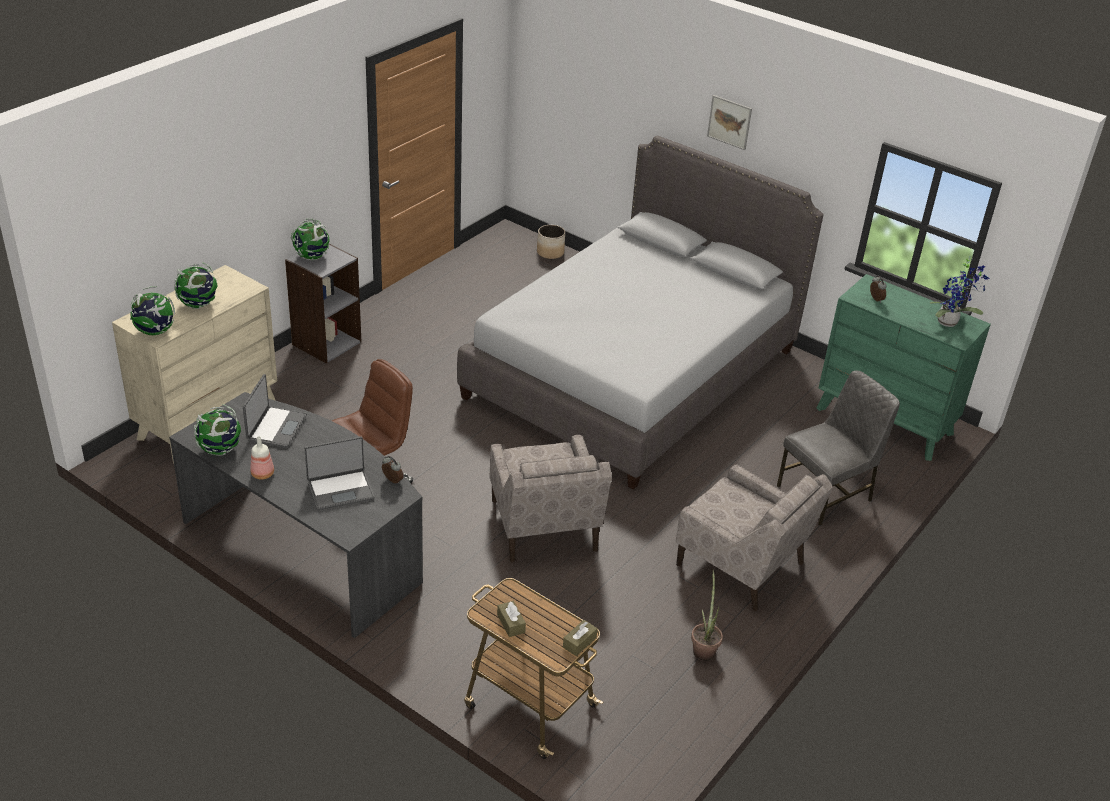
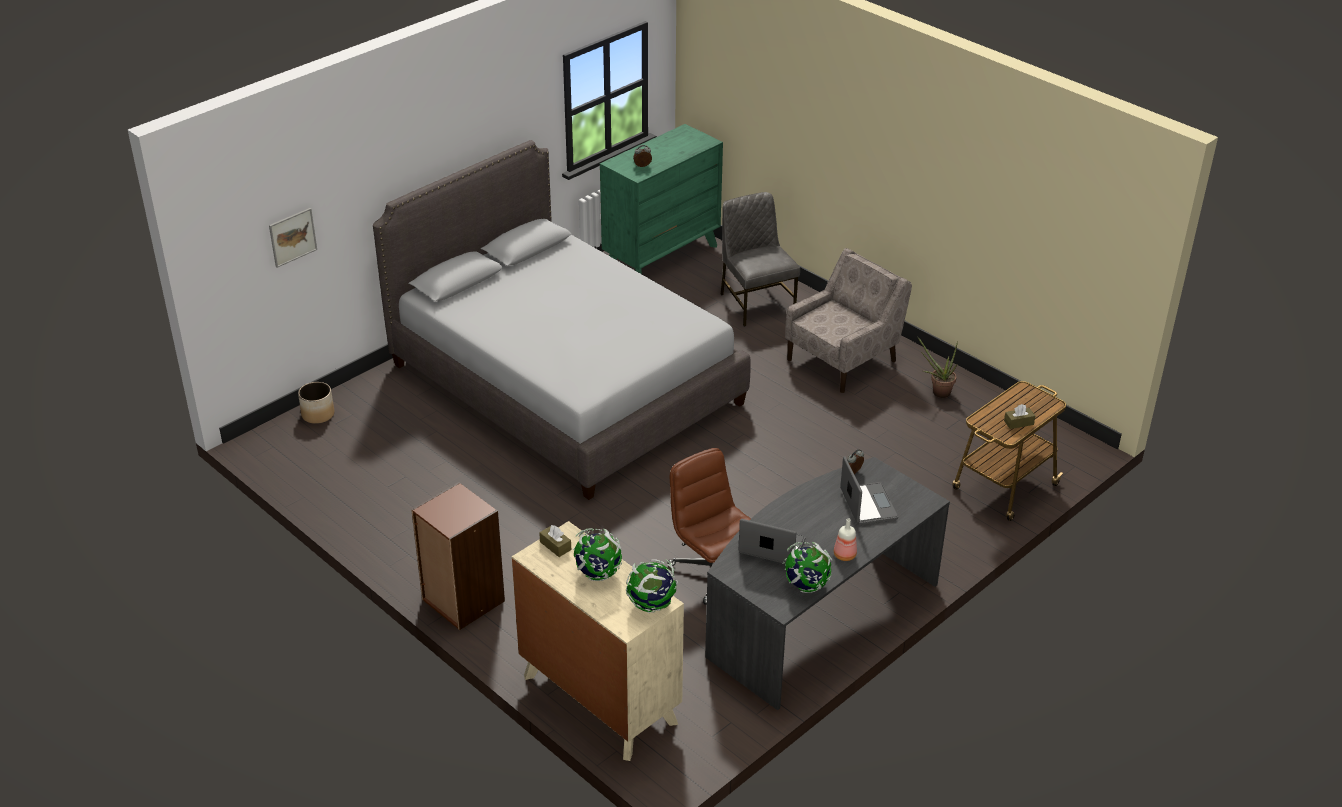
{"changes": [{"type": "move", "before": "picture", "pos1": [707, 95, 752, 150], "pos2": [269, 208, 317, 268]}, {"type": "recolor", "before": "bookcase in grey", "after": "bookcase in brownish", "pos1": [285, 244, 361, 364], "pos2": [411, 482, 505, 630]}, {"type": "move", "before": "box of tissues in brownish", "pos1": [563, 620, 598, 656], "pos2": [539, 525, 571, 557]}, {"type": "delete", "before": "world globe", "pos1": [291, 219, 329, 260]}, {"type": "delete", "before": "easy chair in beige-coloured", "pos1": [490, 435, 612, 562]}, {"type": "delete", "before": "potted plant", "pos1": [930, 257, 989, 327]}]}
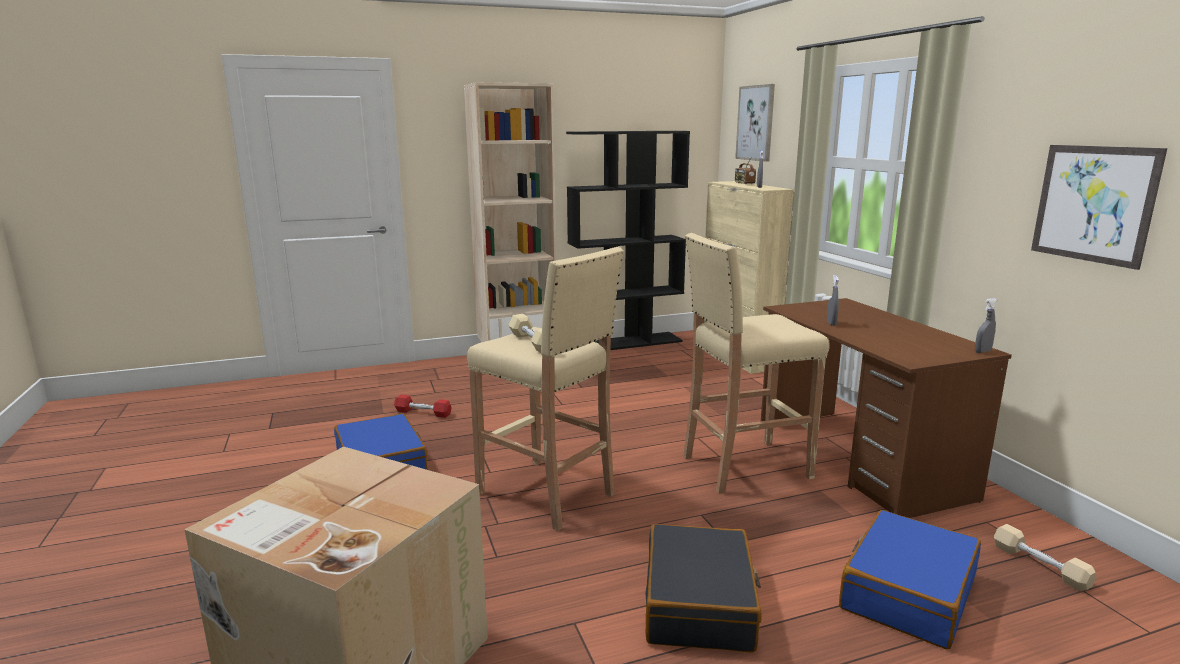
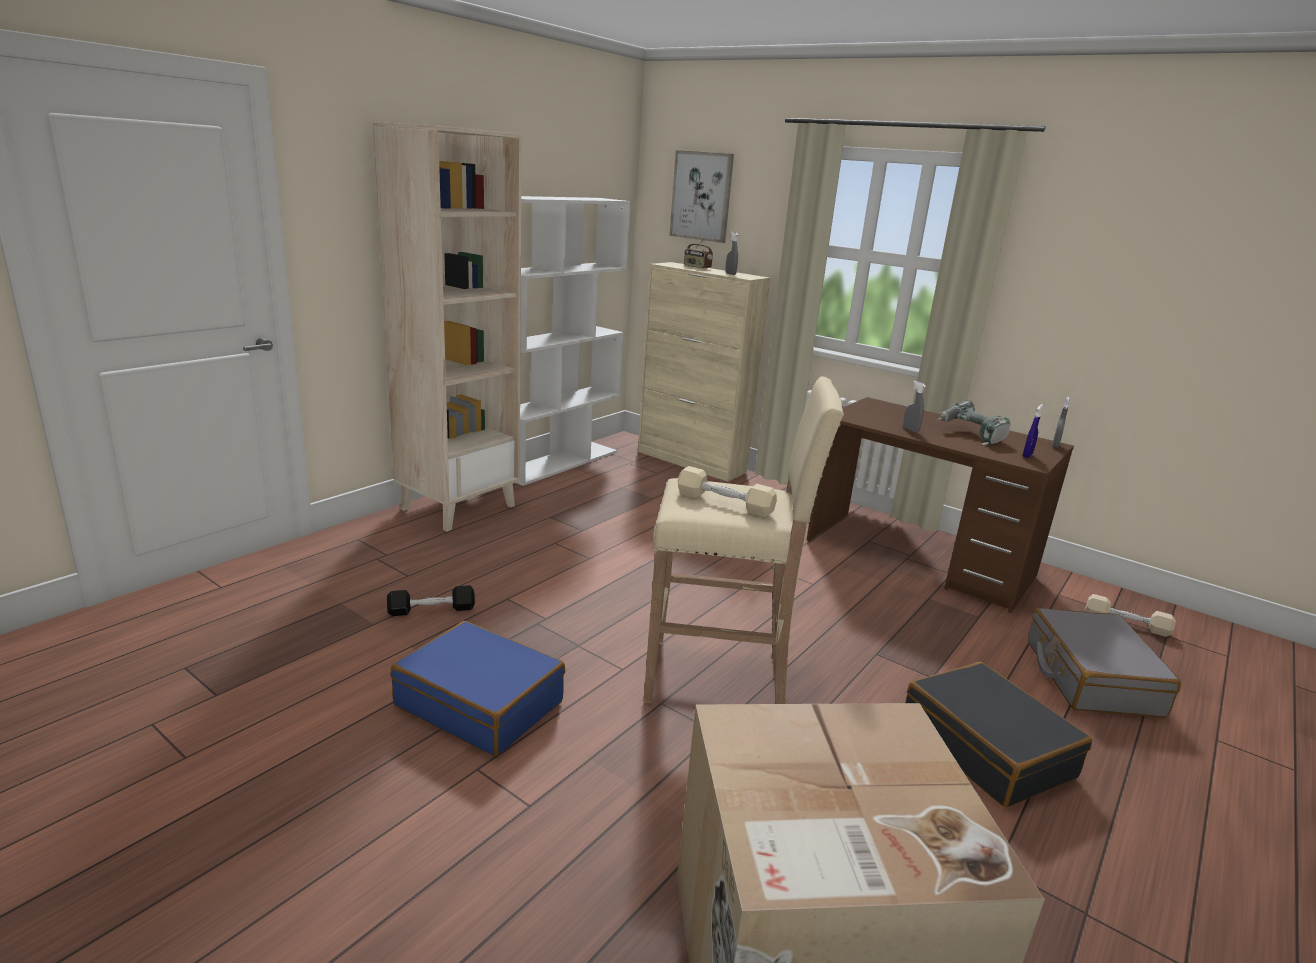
{"changes": [{"type": "recolor", "before": "hand weight in red", "after": "hand weight in blackish", "pos1": [394, 394, 452, 418], "pos2": [387, 585, 475, 616]}, {"type": "recolor", "before": "bookcase in blackish", "after": "bookcase in white", "pos1": [566, 131, 690, 350], "pos2": [515, 196, 631, 486]}, {"type": "insert", "after": "electric drill", "pos2": [935, 401, 1010, 446]}, {"type": "insert", "after": "spray bottle in blue-coloured", "pos2": [1023, 404, 1043, 458]}, {"type": "recolor", "before": "travel case in blue-coloured", "after": "travel case in grey", "pos1": [839, 510, 981, 649], "pos2": [1028, 608, 1181, 718]}, {"type": "delete", "before": "stool in beige-coloured", "pos1": [683, 233, 830, 494]}, {"type": "delete", "before": "picture", "pos1": [1031, 145, 1167, 270]}]}
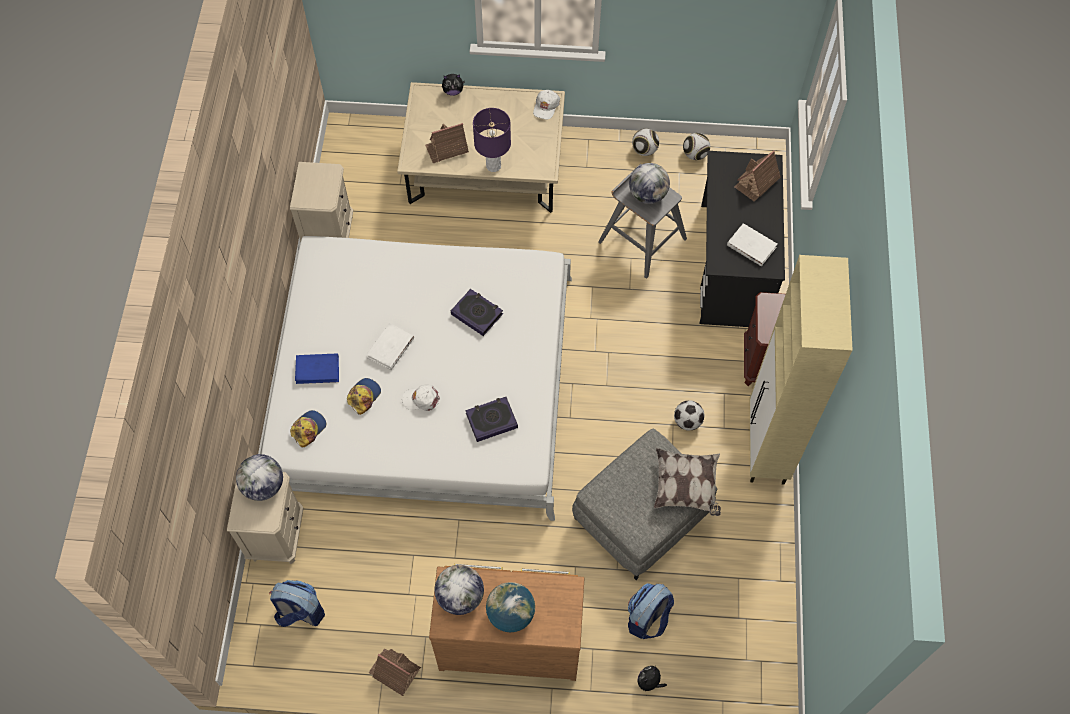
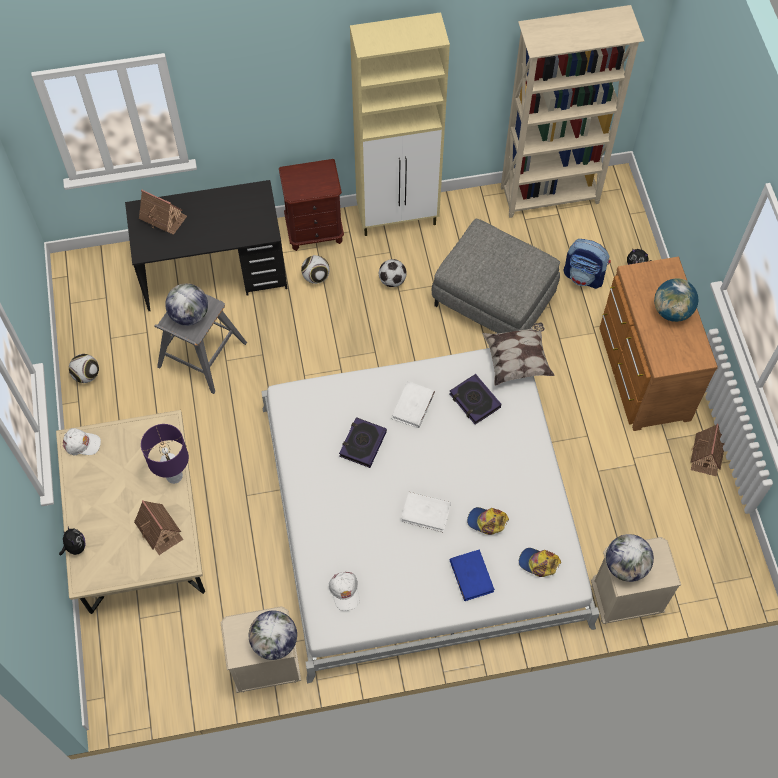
{"changes": [{"type": "move", "before": "world globe", "pos1": [434, 565, 484, 615], "pos2": [249, 611, 297, 660]}, {"type": "move", "before": "football ball", "pos1": [683, 133, 710, 160], "pos2": [301, 255, 330, 284]}, {"type": "move", "before": "cap in white", "pos1": [402, 385, 440, 411], "pos2": [329, 571, 360, 611]}, {"type": "move", "before": "bound book in white", "pos1": [727, 223, 777, 266], "pos2": [391, 381, 435, 428]}, {"type": "move", "before": "pillow", "pos1": [654, 448, 721, 516], "pos2": [482, 323, 555, 386]}, {"type": "insert", "after": "bookcase in beige-coloured", "pos2": [501, 5, 644, 218]}, {"type": "delete", "before": "rucksack", "pos1": [269, 580, 325, 627]}]}
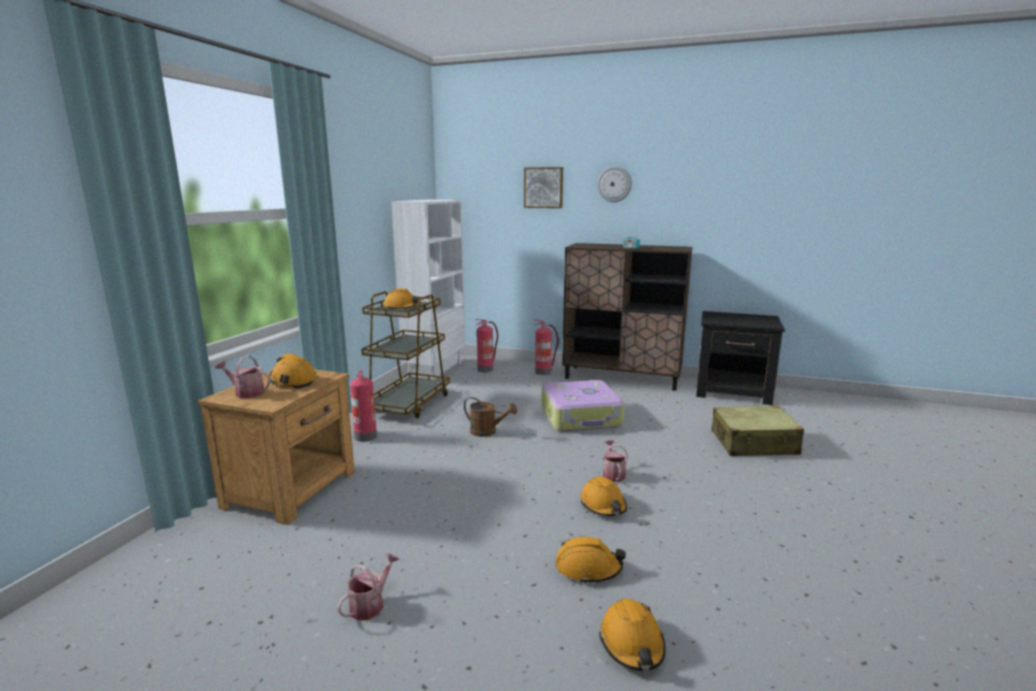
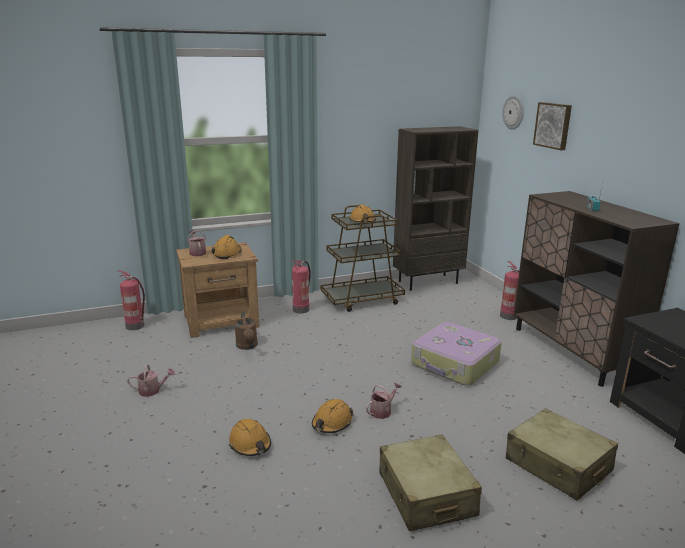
{"changes": [{"type": "move", "before": "extinguisher", "pos1": [475, 319, 498, 372], "pos2": [118, 270, 145, 330]}, {"type": "move", "before": "watering can in brownish", "pos1": [464, 397, 517, 437], "pos2": [234, 312, 258, 350]}, {"type": "insert", "after": "travel case in beige-coloured", "pos2": [380, 435, 482, 531]}, {"type": "recolor", "before": "bookcase in white", "after": "bookcase in brownish", "pos1": [391, 200, 465, 380], "pos2": [393, 126, 478, 291]}, {"type": "move", "before": "wall clock", "pos1": [597, 166, 632, 202], "pos2": [502, 95, 524, 130]}, {"type": "delete", "before": "safety helmet in orange", "pos1": [599, 599, 666, 671]}]}
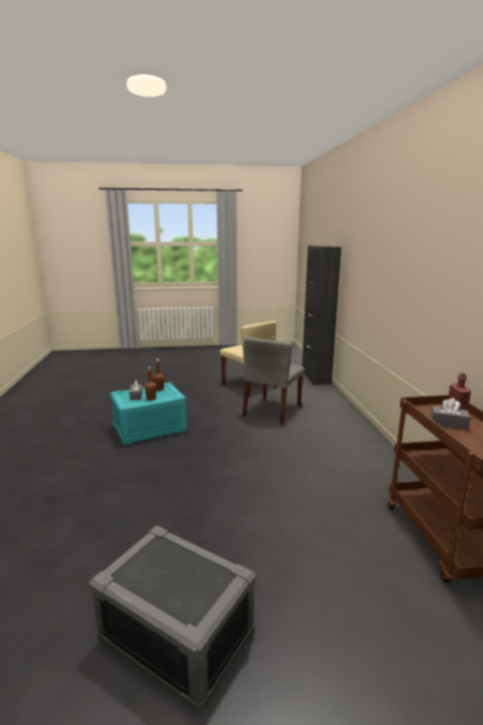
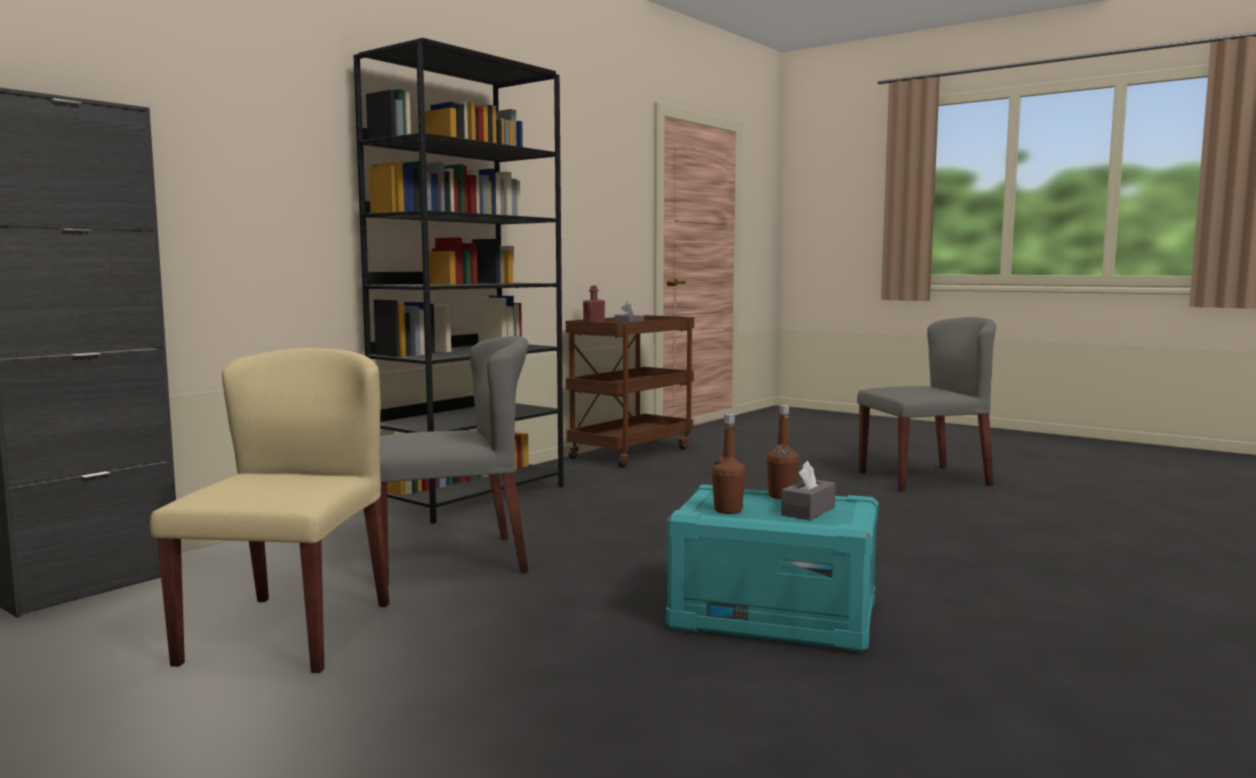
{"changes": [{"type": "insert", "after": "bookcase in blackish", "pos2": [354, 38, 564, 524]}, {"type": "replace", "before": "storage container in grey", "after": "upright chair in grey", "pos1": [90, 525, 255, 714], "pos2": [857, 317, 996, 491]}]}
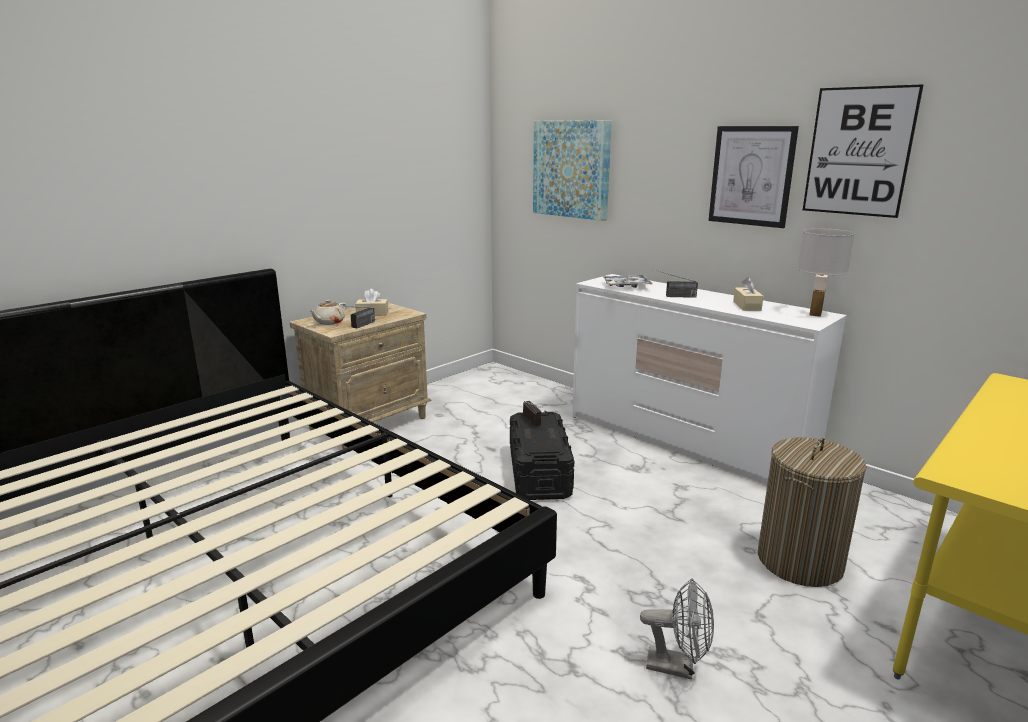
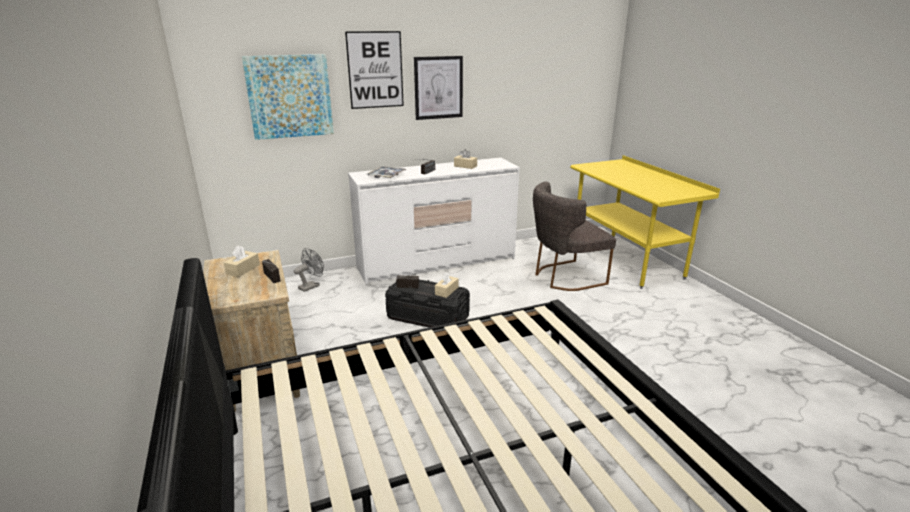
{"changes": [{"type": "move", "before": "fan in grey", "pos1": [640, 578, 714, 680], "pos2": [294, 248, 324, 292]}, {"type": "move", "before": "picture", "pos1": [803, 84, 923, 218], "pos2": [345, 31, 404, 109]}, {"type": "insert", "after": "box of tissues in beige-coloured", "pos2": [435, 272, 458, 298]}, {"type": "replace", "before": "laundry basket", "after": "upright chair in grey", "pos1": [758, 437, 867, 587], "pos2": [533, 182, 616, 291]}, {"type": "delete", "before": "teapot in beige-coloured", "pos1": [308, 300, 346, 325]}, {"type": "delete", "before": "lamp for a table in white", "pos1": [798, 228, 855, 317]}]}
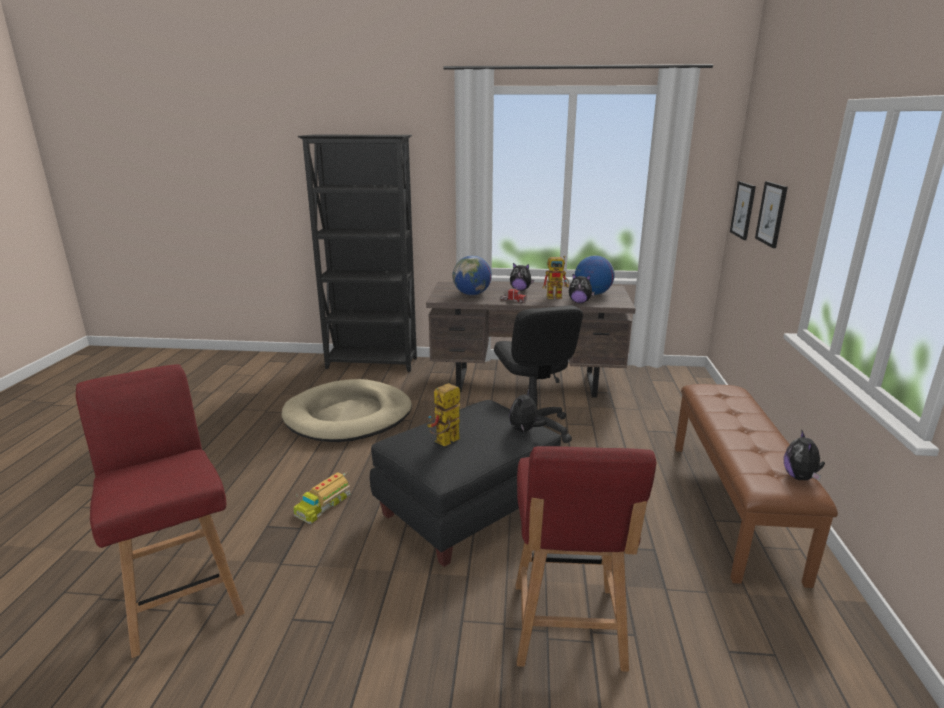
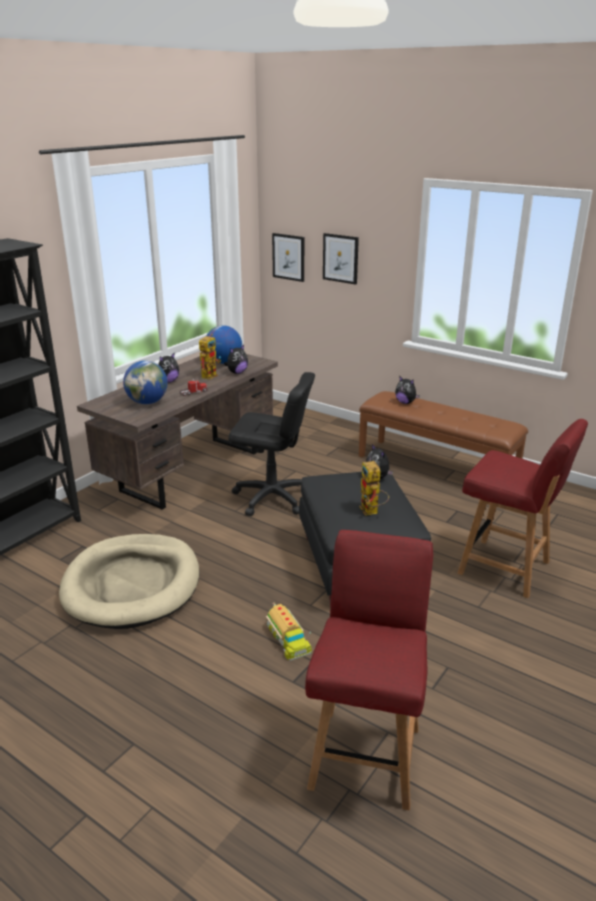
{"changes": [{"type": "rotate", "before": "upright chair in red", "pos1": [76, 364, 245, 658], "pos2": [305, 530, 433, 810], "turn": 105}, {"type": "move", "before": "plush toy", "pos1": [784, 431, 825, 481], "pos2": [395, 376, 420, 404]}]}
